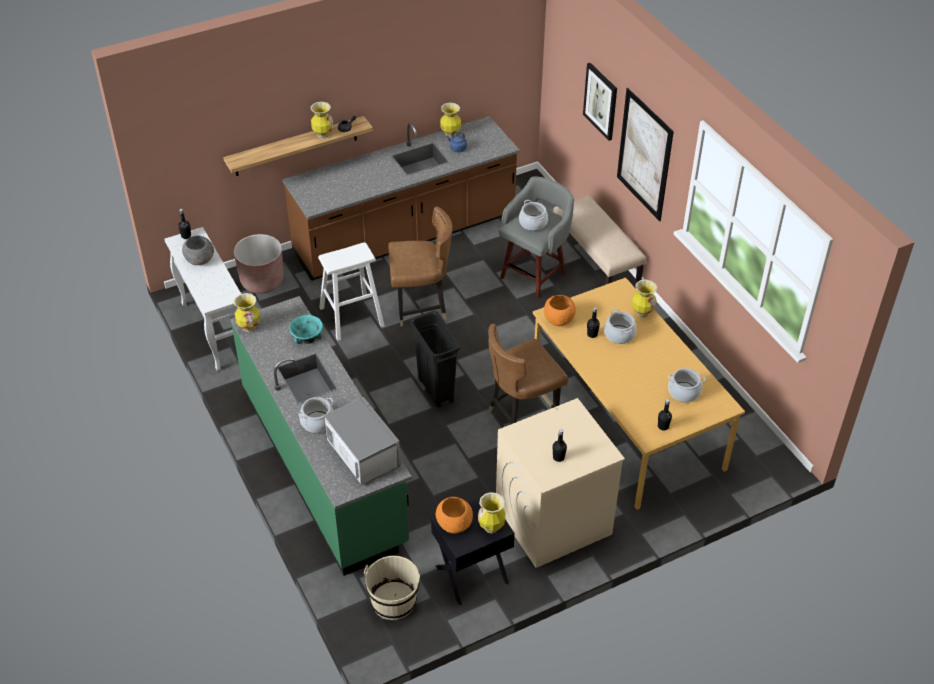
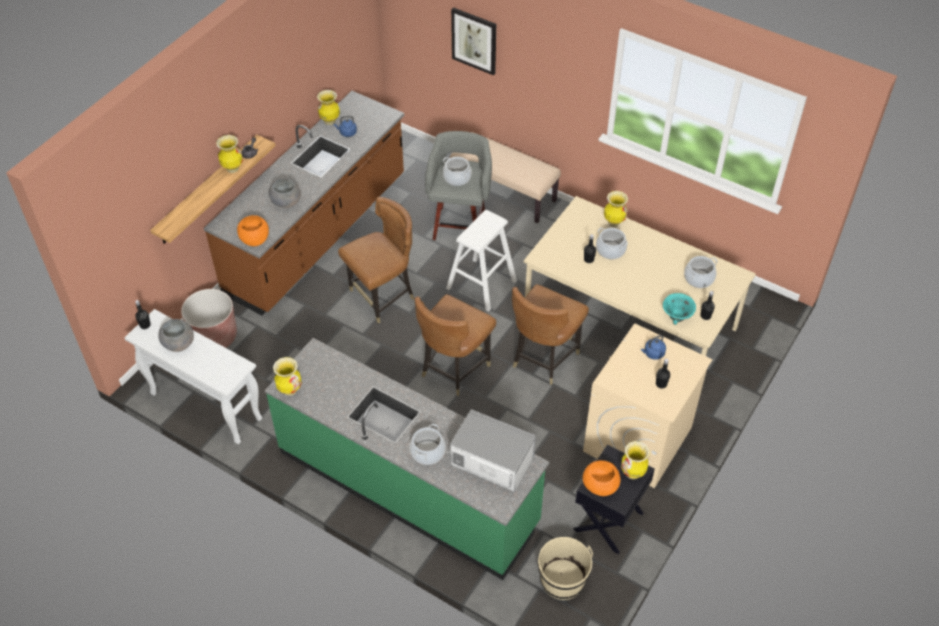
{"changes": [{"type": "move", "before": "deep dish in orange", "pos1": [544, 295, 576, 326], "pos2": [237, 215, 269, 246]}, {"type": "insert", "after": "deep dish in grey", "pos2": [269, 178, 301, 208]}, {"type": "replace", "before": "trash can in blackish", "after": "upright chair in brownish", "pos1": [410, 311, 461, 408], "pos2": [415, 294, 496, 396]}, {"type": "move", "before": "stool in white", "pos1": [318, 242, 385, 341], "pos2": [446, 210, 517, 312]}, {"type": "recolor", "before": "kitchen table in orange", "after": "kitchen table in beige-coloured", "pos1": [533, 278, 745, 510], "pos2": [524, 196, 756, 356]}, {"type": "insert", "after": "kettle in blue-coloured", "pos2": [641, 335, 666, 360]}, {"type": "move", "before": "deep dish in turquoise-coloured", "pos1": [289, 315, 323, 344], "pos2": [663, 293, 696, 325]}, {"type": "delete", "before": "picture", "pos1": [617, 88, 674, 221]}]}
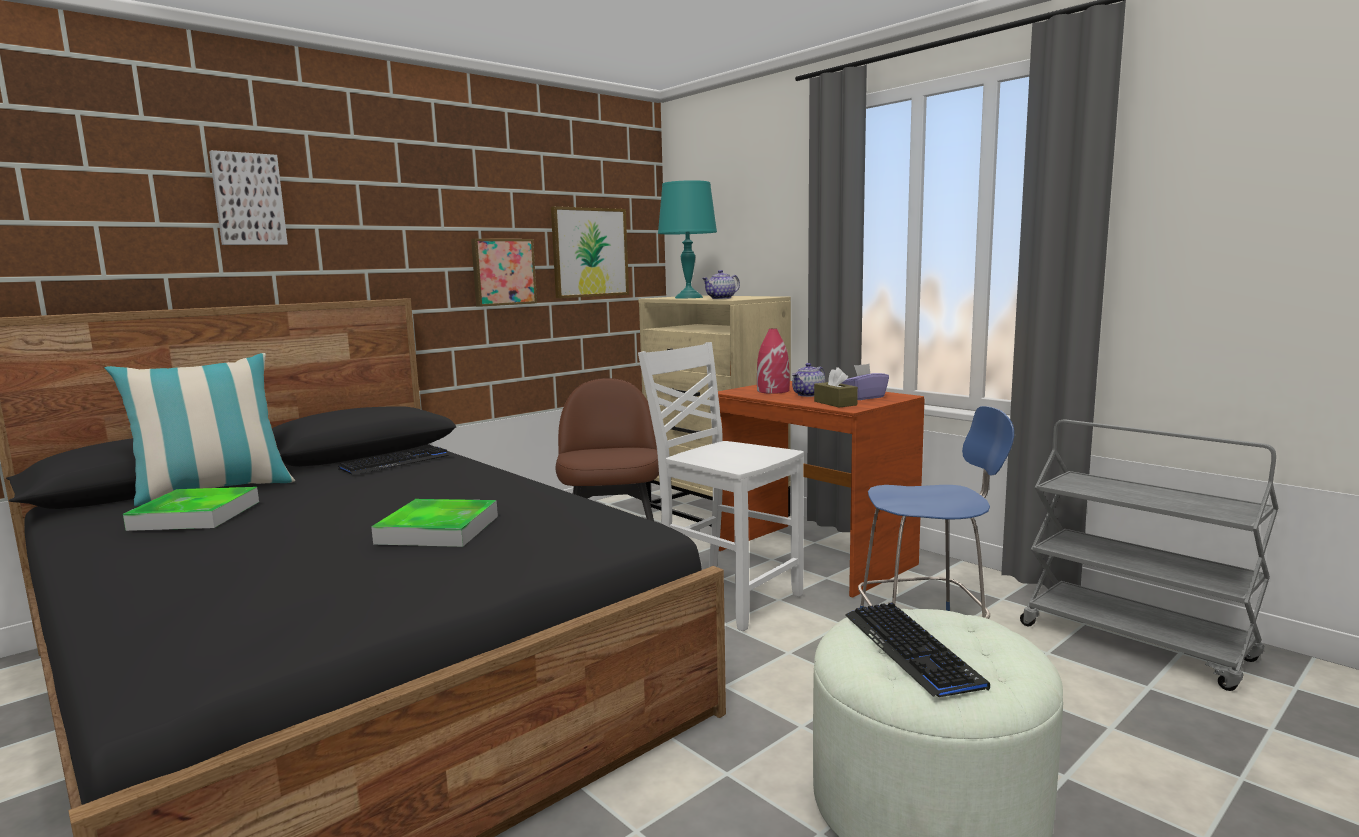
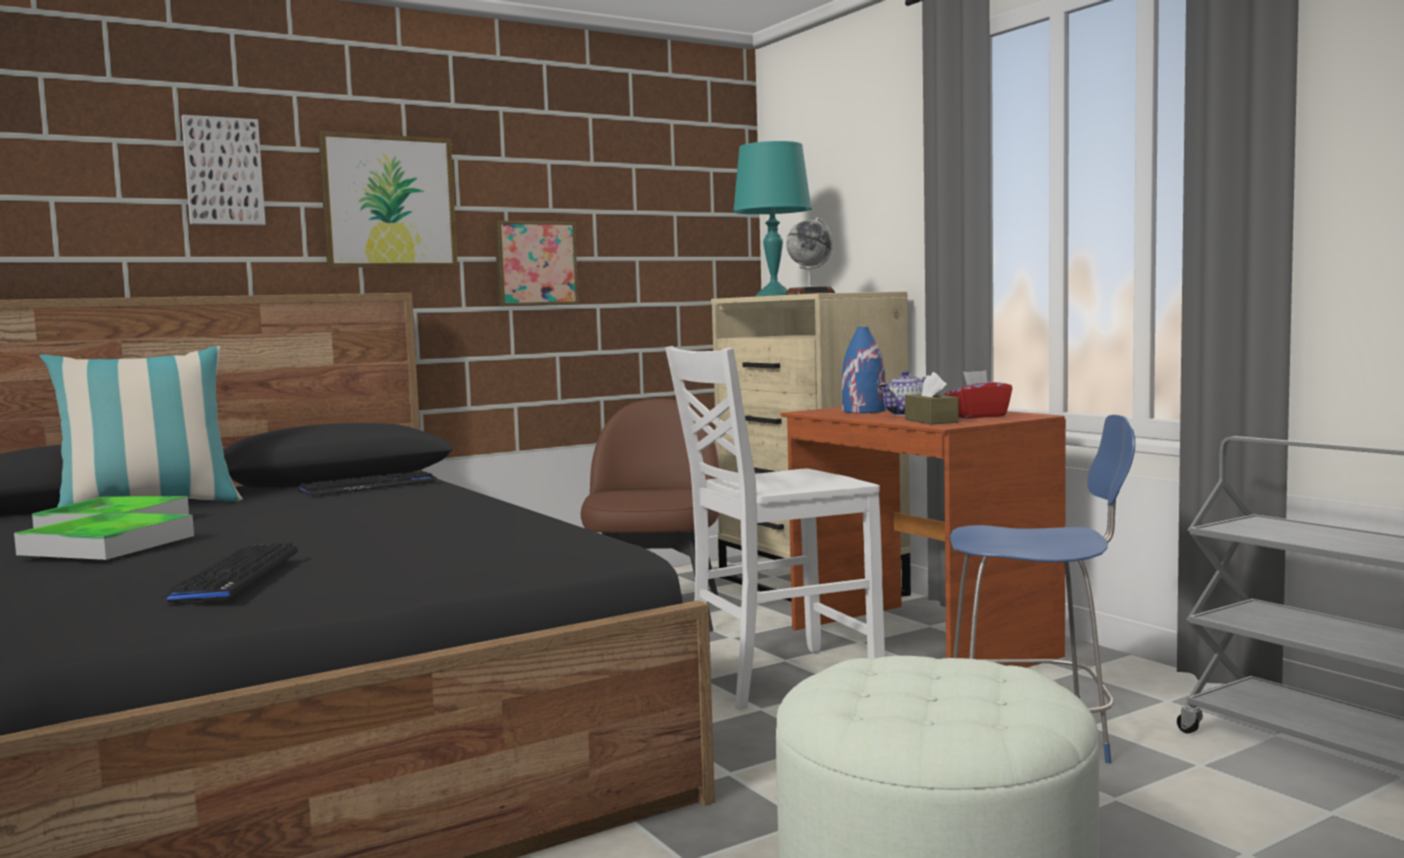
{"changes": [{"type": "move", "before": "tray", "pos1": [371, 499, 498, 547], "pos2": [14, 512, 194, 560]}, {"type": "move", "before": "keyboard", "pos1": [845, 602, 990, 697], "pos2": [158, 543, 298, 603]}, {"type": "move", "before": "picture", "pos1": [551, 206, 629, 298], "pos2": [318, 131, 458, 268]}, {"type": "rotate", "before": "upright chair in white", "pos1": [638, 342, 804, 631], "pos2": [665, 346, 885, 710], "turn": -75}, {"type": "replace", "before": "teapot", "after": "world globe", "pos1": [702, 270, 740, 299], "pos2": [785, 217, 835, 295]}, {"type": "recolor", "before": "decorative vase in red", "after": "decorative vase in blue-coloured", "pos1": [757, 328, 790, 394], "pos2": [842, 327, 886, 413]}, {"type": "recolor", "before": "box of tissues in purplish", "after": "box of tissues in red", "pos1": [841, 364, 889, 400], "pos2": [944, 370, 1012, 419]}]}
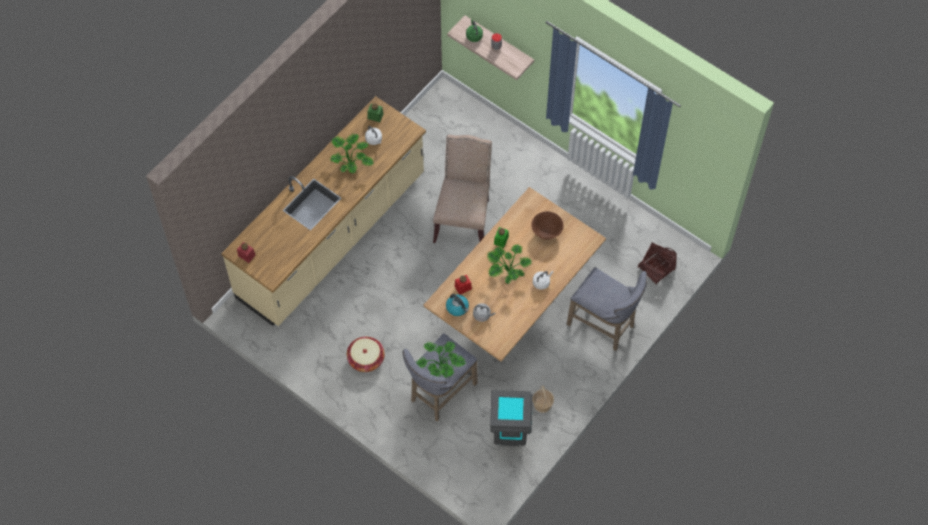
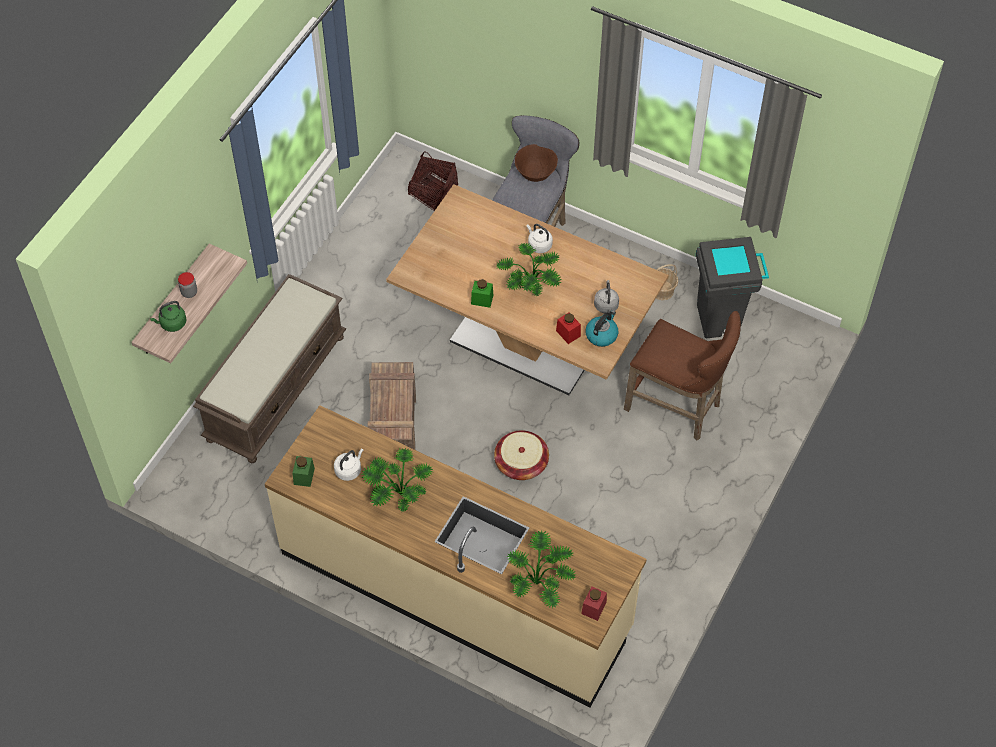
{"changes": [{"type": "insert", "after": "bench in brownish", "pos2": [193, 274, 346, 463]}, {"type": "replace", "before": "upright chair in beige-coloured", "after": "packing crate", "pos1": [433, 135, 492, 243], "pos2": [368, 362, 416, 450]}, {"type": "move", "before": "basket", "pos1": [347, 337, 385, 372], "pos2": [494, 430, 549, 480]}, {"type": "move", "before": "potted plant", "pos1": [416, 342, 466, 378], "pos2": [507, 531, 576, 609]}, {"type": "move", "before": "deep dish in brownish", "pos1": [531, 211, 564, 240], "pos2": [515, 144, 558, 182]}, {"type": "recolor", "before": "stool in grey", "after": "stool in brownish", "pos1": [403, 333, 478, 421], "pos2": [624, 311, 741, 440]}]}
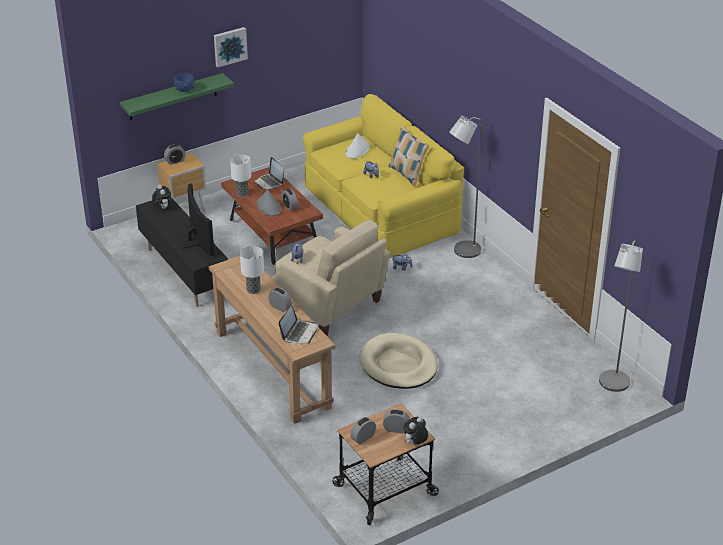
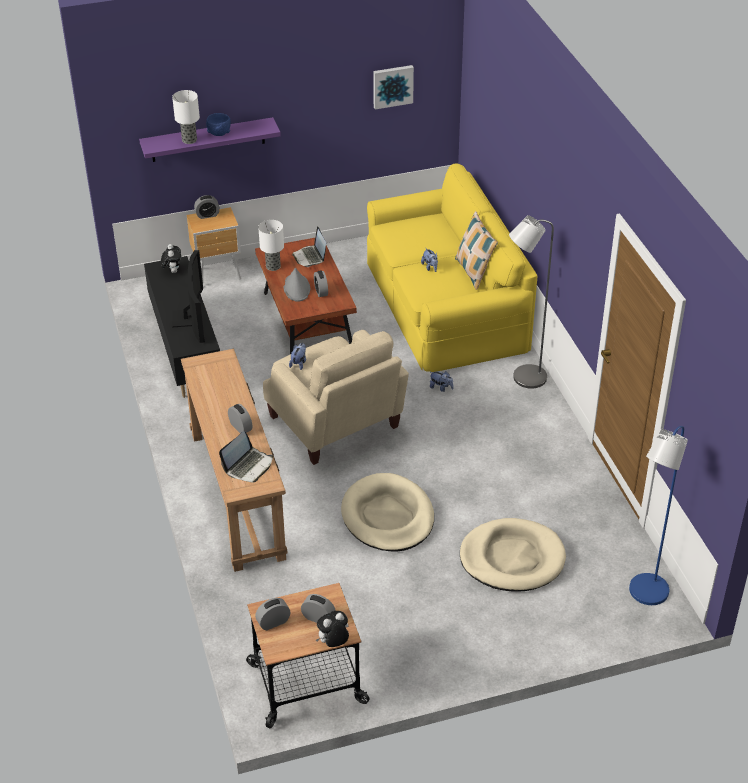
{"changes": [{"type": "recolor", "before": "wall shelf in greenish", "after": "wall shelf in purplish", "pos1": [120, 73, 234, 121], "pos2": [139, 117, 281, 162]}, {"type": "move", "before": "lamp for a table", "pos1": [240, 246, 264, 294], "pos2": [172, 90, 200, 144]}, {"type": "move", "before": "picture", "pos1": [214, 27, 248, 67], "pos2": [373, 65, 414, 109]}, {"type": "insert", "after": "dog cushion in beige-coloured", "pos2": [460, 518, 566, 592]}, {"type": "recolor", "before": "standard lamp in grey", "after": "standard lamp in blue-coloured", "pos1": [599, 240, 643, 392], "pos2": [629, 426, 688, 605]}, {"type": "delete", "before": "hat in white", "pos1": [345, 133, 370, 159]}]}
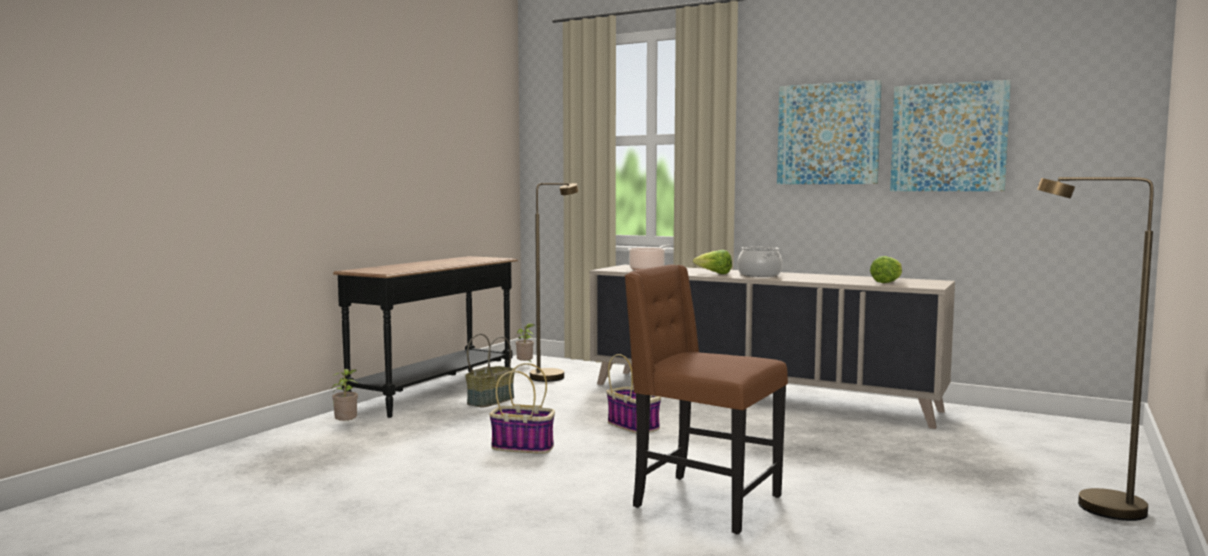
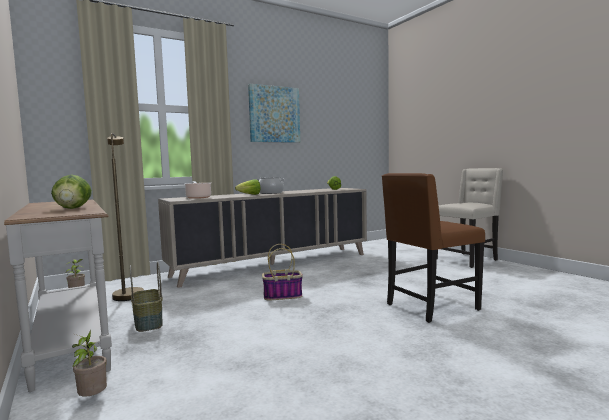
{"changes": [{"type": "recolor", "before": "narrow table in blackish", "after": "narrow table in white", "pos1": [333, 256, 518, 418], "pos2": [4, 200, 112, 392]}, {"type": "insert", "after": "lettuce", "pos2": [51, 175, 92, 209]}, {"type": "replace", "before": "standard lamp in brownish", "after": "upright chair in beige-coloured", "pos1": [1037, 177, 1154, 521], "pos2": [437, 168, 503, 268]}, {"type": "delete", "before": "basket", "pos1": [489, 363, 555, 454]}, {"type": "delete", "before": "picture", "pos1": [890, 80, 1011, 191]}]}
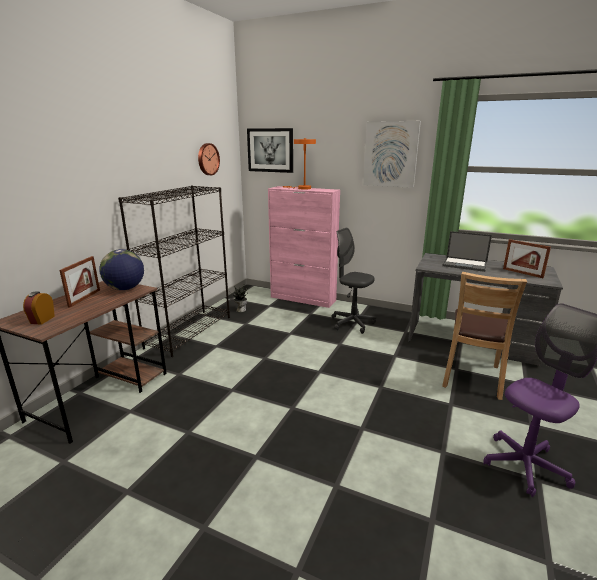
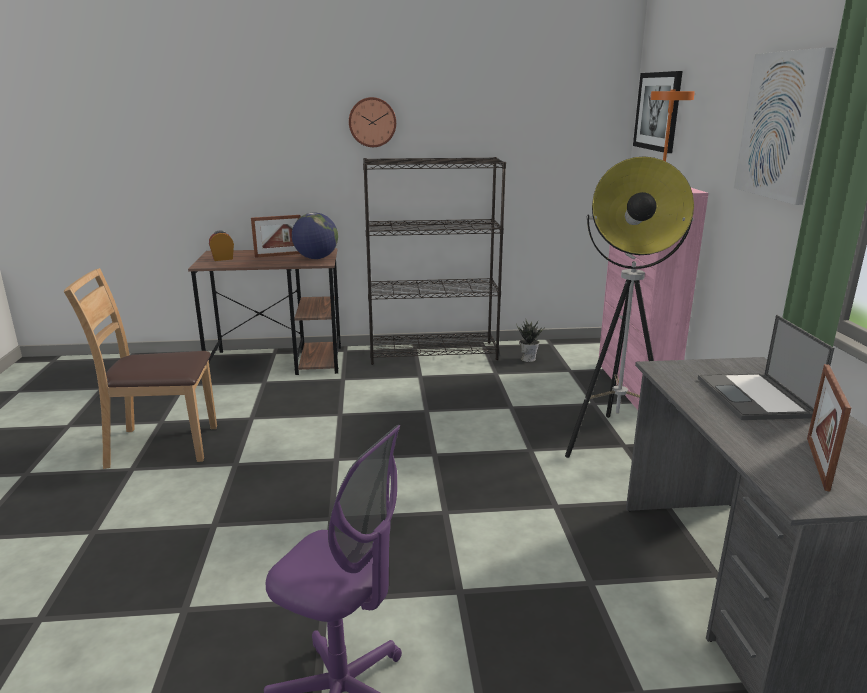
{"changes": [{"type": "move", "before": "upright chair in brownish", "pos1": [442, 272, 527, 400], "pos2": [64, 268, 217, 469]}, {"type": "move", "before": "wall clock", "pos1": [198, 143, 220, 175], "pos2": [349, 97, 396, 147]}, {"type": "replace", "before": "computer chair in grey", "after": "standard lamp", "pos1": [332, 228, 376, 334], "pos2": [565, 157, 694, 458]}]}
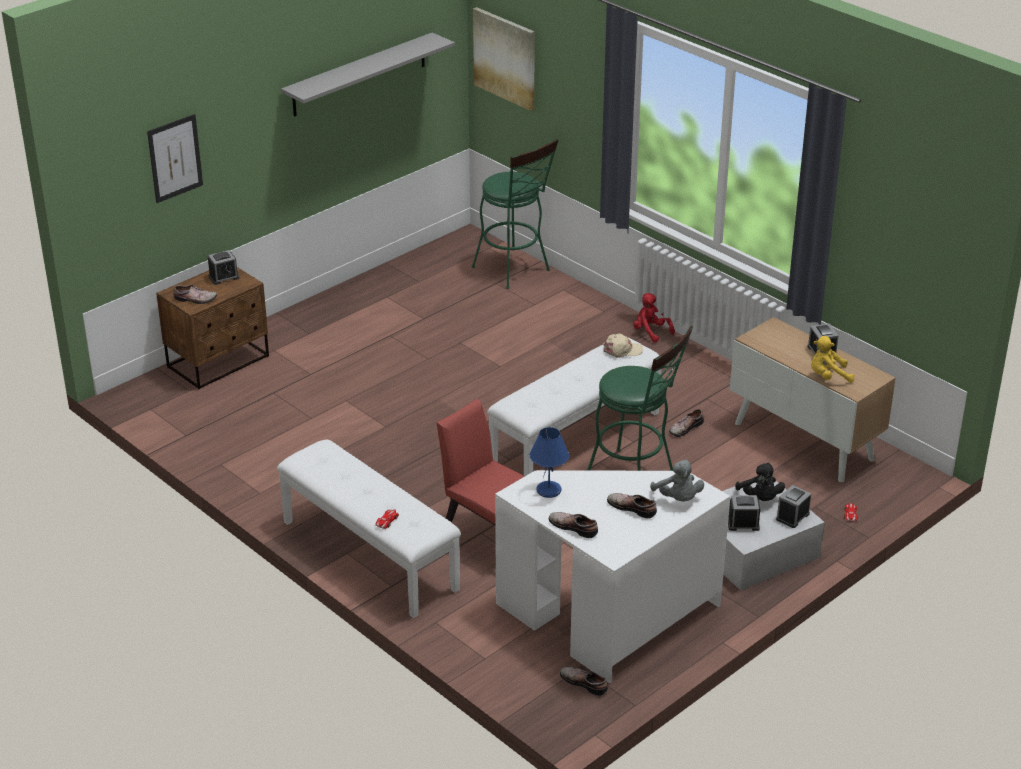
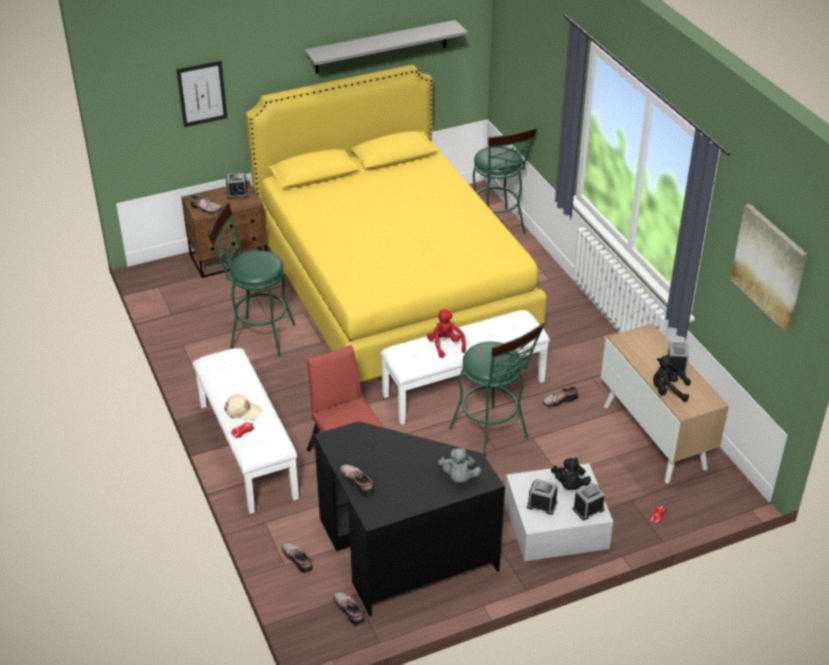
{"changes": [{"type": "insert", "after": "stool in greenish", "pos2": [208, 203, 295, 357]}, {"type": "move", "before": "cap in beige-coloured", "pos1": [603, 334, 643, 358], "pos2": [224, 394, 261, 420]}, {"type": "insert", "after": "bed in yellow-coloured", "pos2": [246, 65, 547, 383]}, {"type": "move", "before": "shoe", "pos1": [607, 493, 657, 519], "pos2": [281, 543, 313, 573]}, {"type": "recolor", "before": "desk unit in white", "after": "desk unit in blackish", "pos1": [495, 470, 730, 684], "pos2": [314, 421, 505, 616]}, {"type": "move", "before": "plush toy in red", "pos1": [633, 293, 675, 343], "pos2": [427, 309, 466, 358]}, {"type": "recolor", "before": "plush toy in yellow-coloured", "after": "plush toy in blackish", "pos1": [811, 336, 855, 383], "pos2": [653, 355, 691, 402]}, {"type": "move", "before": "picture", "pos1": [473, 7, 535, 111], "pos2": [730, 203, 807, 332]}, {"type": "delete", "before": "lamp for a table in blue-coloured", "pos1": [530, 427, 569, 498]}]}
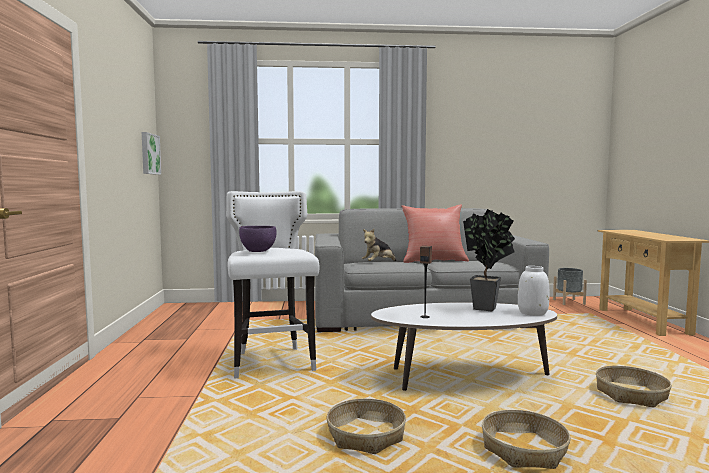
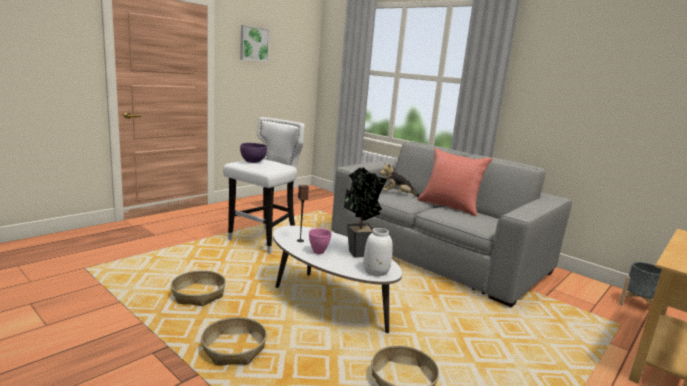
{"changes": [{"type": "move", "before": "picture", "pos1": [142, 132, 161, 175], "pos2": [240, 25, 270, 62]}, {"type": "insert", "after": "deep dish in pink-coloured", "pos2": [309, 228, 332, 254]}]}
